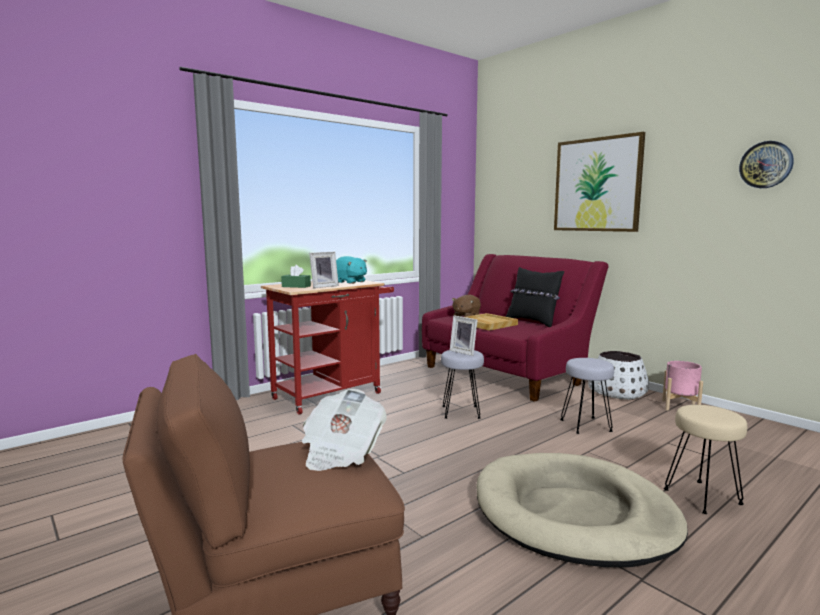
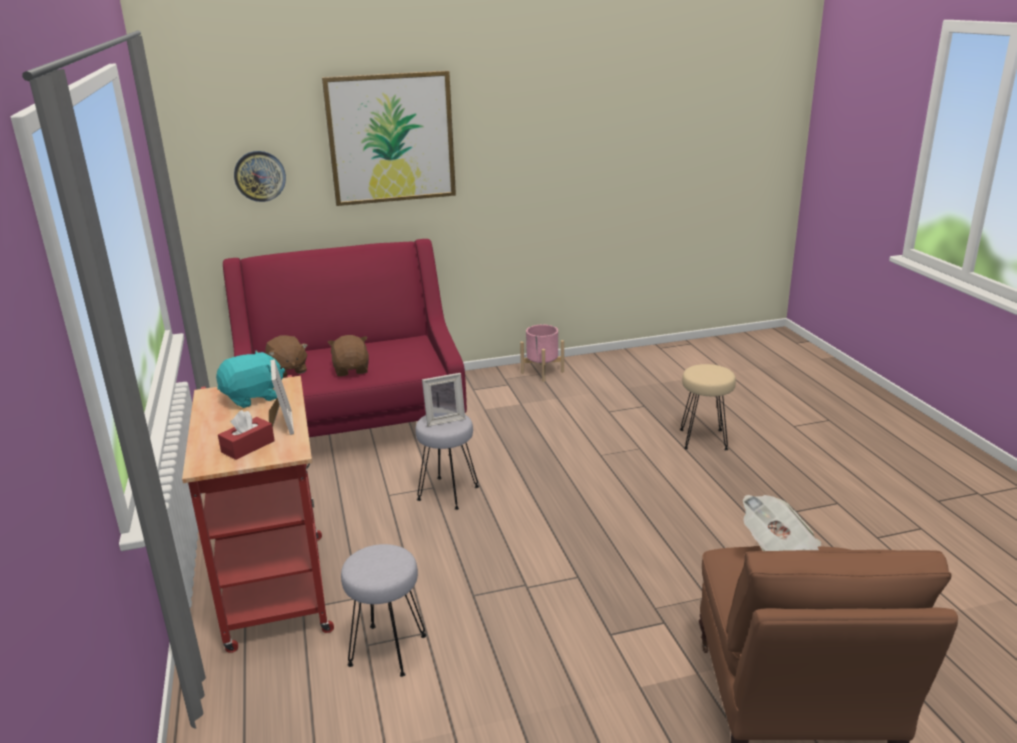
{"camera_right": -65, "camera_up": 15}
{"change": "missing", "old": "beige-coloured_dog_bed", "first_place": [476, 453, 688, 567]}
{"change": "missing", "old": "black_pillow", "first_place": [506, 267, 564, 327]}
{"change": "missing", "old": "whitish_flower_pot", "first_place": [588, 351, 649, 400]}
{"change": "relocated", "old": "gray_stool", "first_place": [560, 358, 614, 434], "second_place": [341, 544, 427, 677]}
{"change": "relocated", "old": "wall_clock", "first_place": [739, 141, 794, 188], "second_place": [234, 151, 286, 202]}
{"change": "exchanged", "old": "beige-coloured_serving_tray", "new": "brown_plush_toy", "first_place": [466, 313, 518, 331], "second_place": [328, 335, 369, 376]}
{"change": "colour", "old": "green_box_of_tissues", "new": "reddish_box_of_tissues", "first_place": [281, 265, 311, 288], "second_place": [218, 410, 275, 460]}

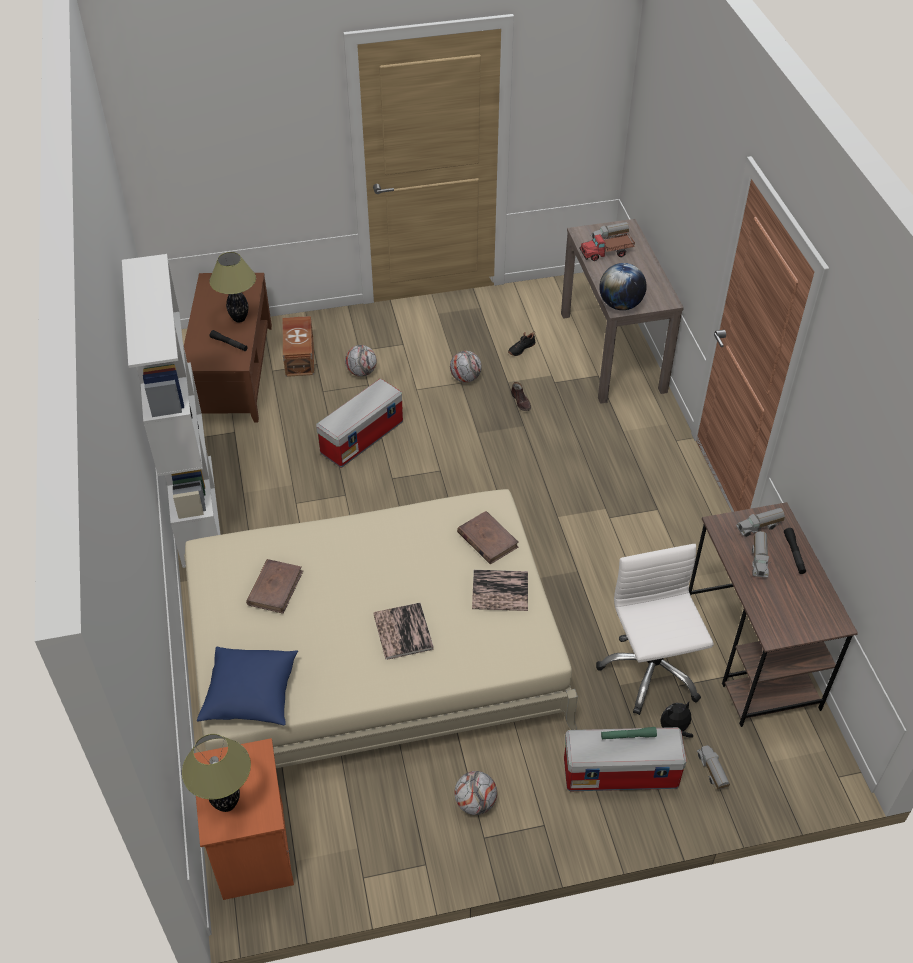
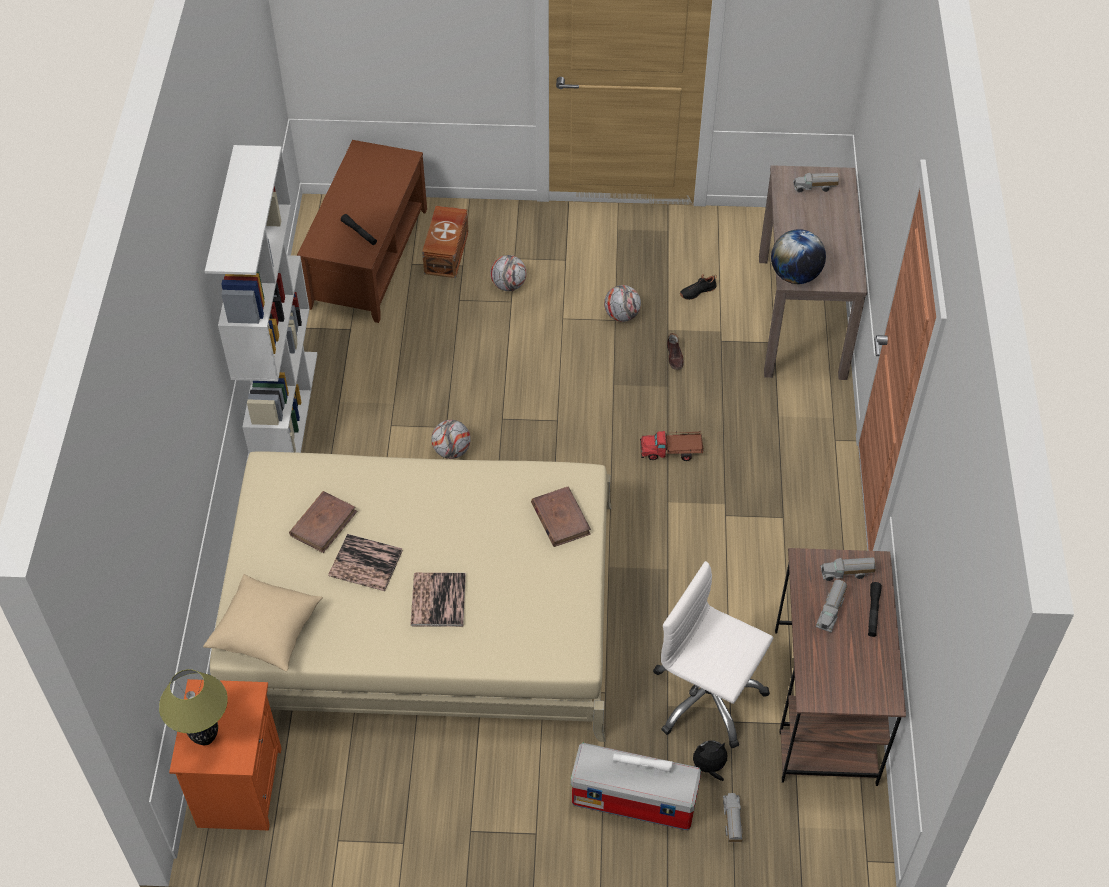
{"camera_right": 15, "camera_up": 5}
{"change": "missing", "old": "lamp_for_a_table", "first_place": [209, 252, 256, 323]}
{"change": "missing", "old": "storage_box", "first_place": [316, 379, 403, 468]}
{"change": "relocated", "old": "football_ball", "first_place": [454, 771, 497, 815], "second_place": [431, 420, 471, 459]}
{"change": "relocated", "old": "book", "first_place": [472, 570, 528, 611], "second_place": [328, 534, 402, 591]}
{"change": "relocated", "old": "model_truck", "first_place": [579, 232, 635, 261], "second_place": [640, 431, 704, 461]}
{"change": "colour", "old": "blue_pillow", "new": "beige-coloured_pillow", "first_place": [197, 646, 298, 725], "second_place": [203, 574, 323, 672]}
{"change": "colour", "old": "green_hand_torch", "new": "whitish_hand_torch", "first_place": [601, 727, 657, 740], "second_place": [613, 753, 672, 772]}
{"change": "spun", "old": "whitish_computer_chair", "first_place": [596, 544, 714, 715], "second_place": [653, 561, 773, 748], "degrees": -60}

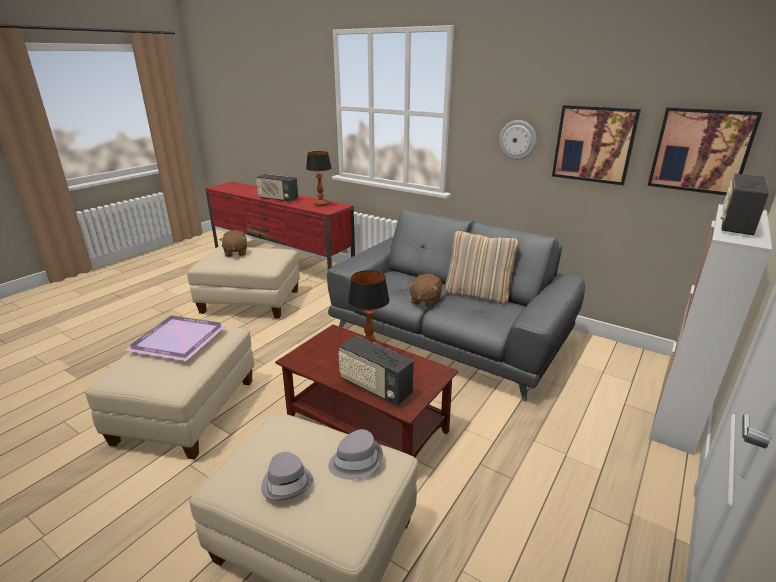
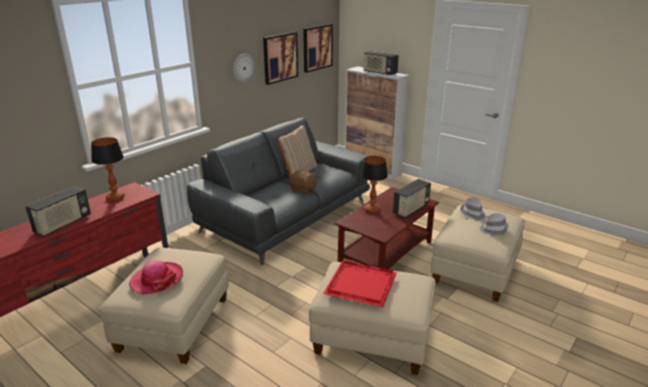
{"camera_right": -85, "camera_up": 0}
{"change": "exchanged", "old": "brown_plush_toy", "new": "clothing_hat", "first_place": [220, 230, 247, 257], "second_place": [129, 260, 183, 294]}
{"change": "colour", "old": "purple-coloured_serving_tray", "new": "reddish_serving_tray", "first_place": [125, 315, 227, 361], "second_place": [323, 260, 397, 307]}

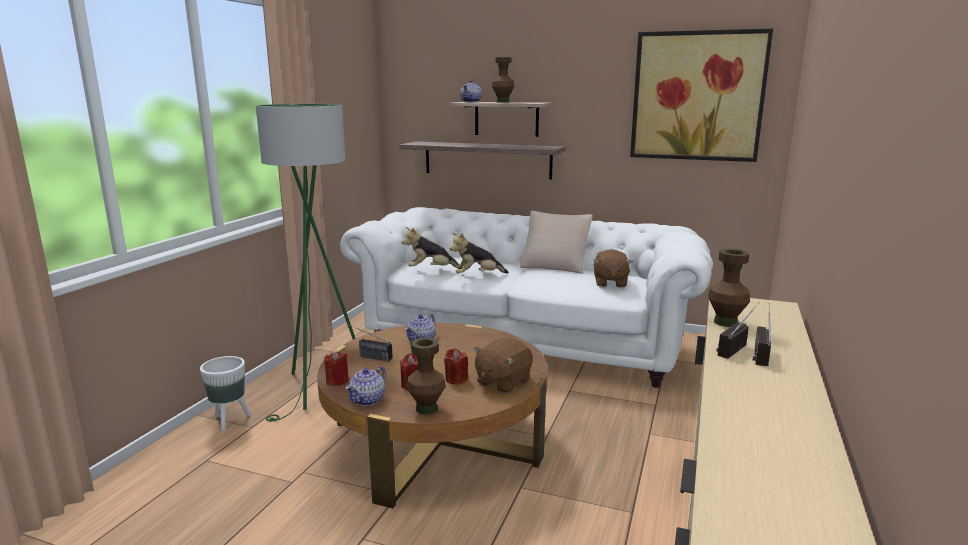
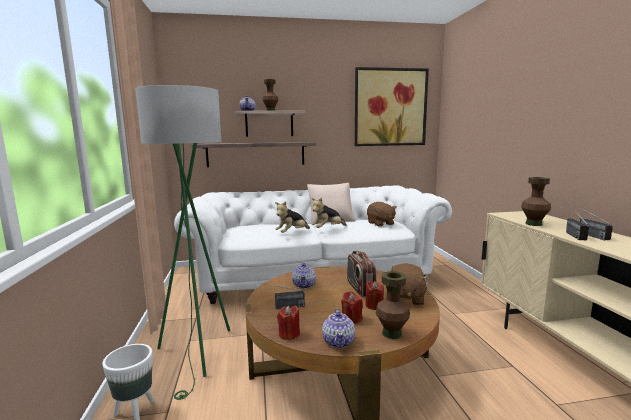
{"camera_right": -30, "camera_up": -5}
{"change": "appeared", "new": "radio", "second_place": [347, 251, 376, 297]}
{"change": "relocated", "old": "plush_toy", "first_place": [402, 227, 463, 269], "second_place": [312, 198, 346, 228]}

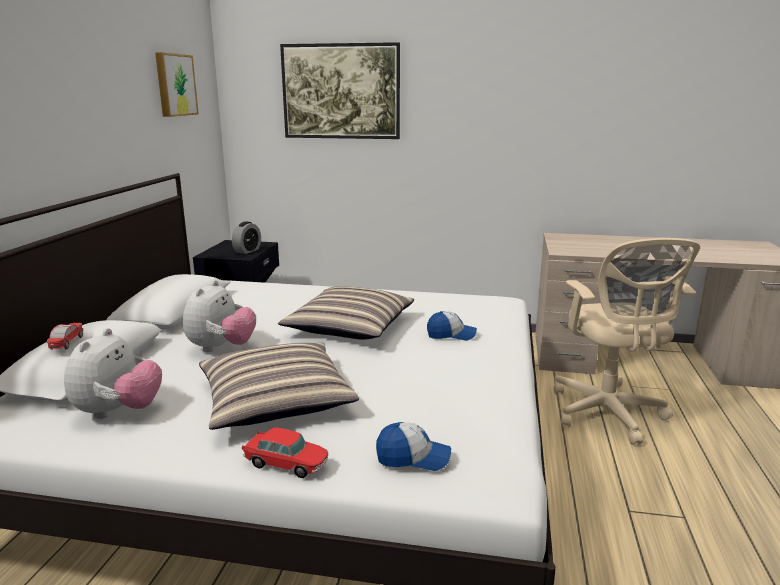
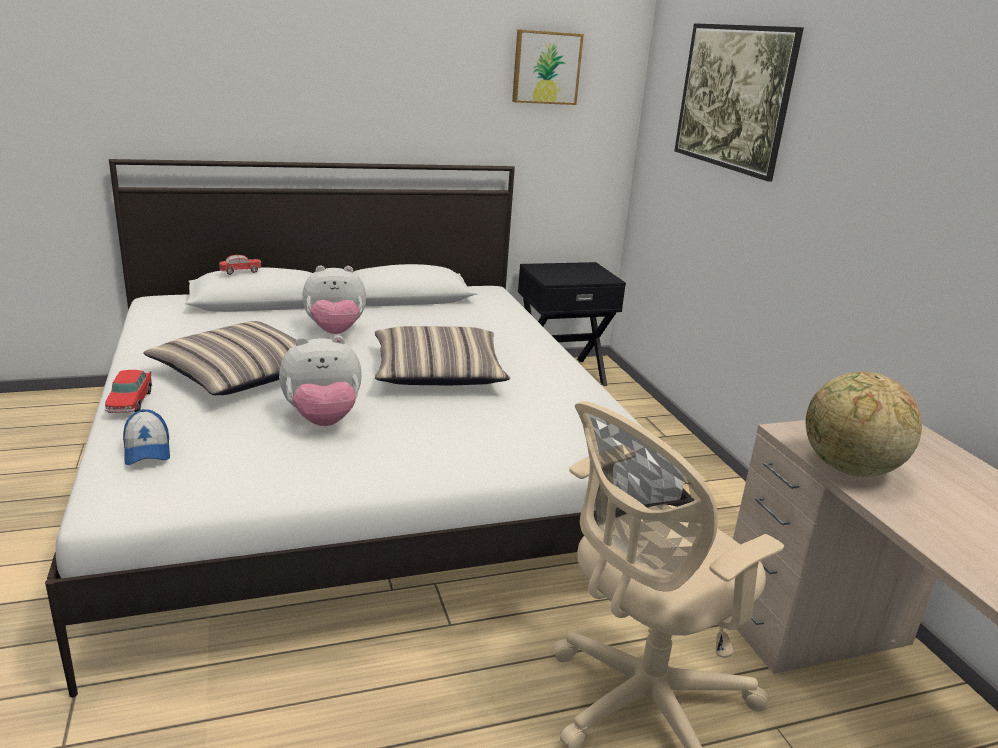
{"camera_right": 60, "camera_up": 5}
{"change": "missing", "old": "bedside_clock", "first_place": [232, 221, 261, 254]}
{"change": "missing", "old": "baseball_cap", "first_place": [427, 311, 477, 341]}
{"change": "appeared", "new": "world_globe", "second_place": [806, 372, 922, 477]}
{"change": "relocated", "old": "plush_toy", "first_place": [64, 328, 162, 419], "second_place": [279, 336, 362, 426]}

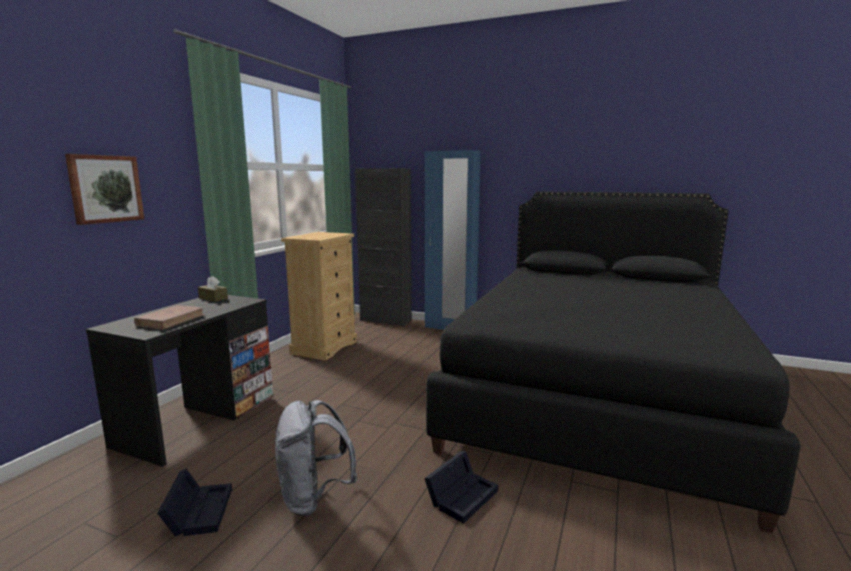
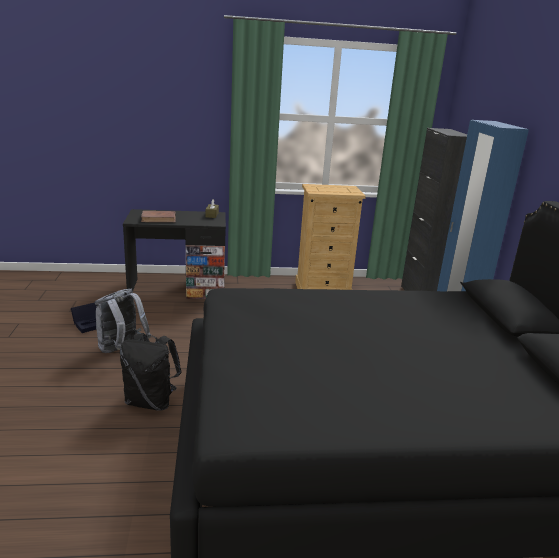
{"camera_right": 60, "camera_up": 10}
{"change": "missing", "old": "picture", "first_place": [65, 154, 144, 225]}
{"change": "exchanged", "old": "black_storage_box", "new": "black_knapsack", "first_place": [424, 451, 498, 524], "second_place": [120, 333, 182, 410]}

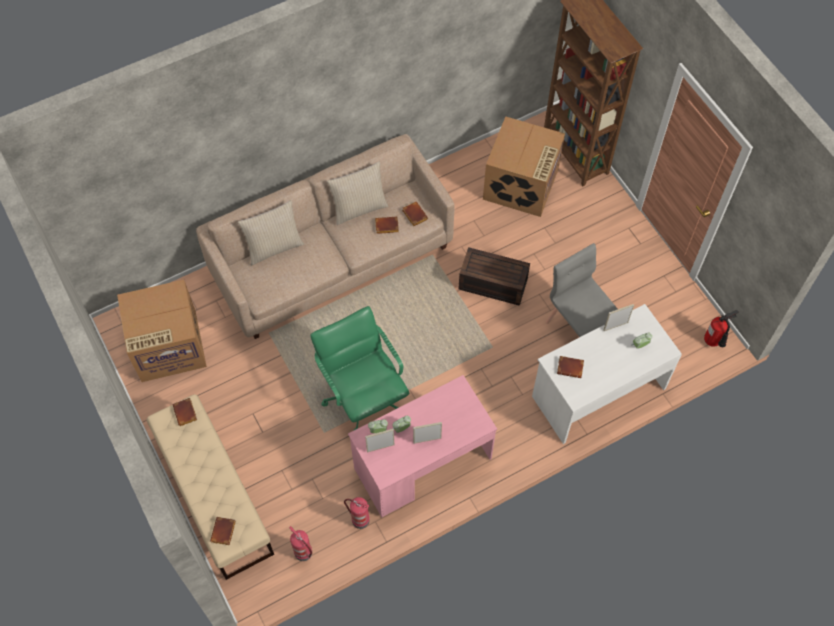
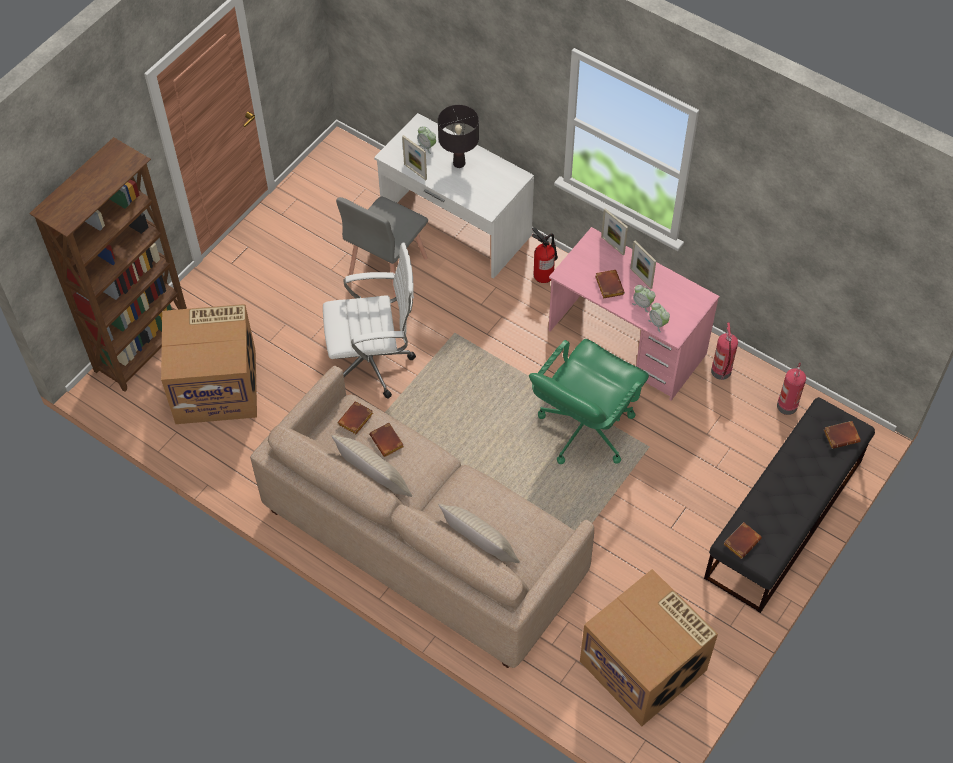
{"camera_right": -115, "camera_up": -5}
{"change": "appeared", "new": "black_lamp_for_a_table", "second_place": [438, 105, 479, 168]}
{"change": "relocated", "old": "picture_frame", "first_place": [365, 429, 394, 453], "second_place": [601, 208, 628, 255]}
{"change": "relocated", "old": "brown_book", "first_place": [557, 356, 584, 378], "second_place": [595, 270, 625, 299]}
{"change": "relocated", "old": "fire-fighting_cylinder", "first_place": [704, 310, 739, 347], "second_place": [532, 227, 558, 283]}
{"change": "exchanged", "old": "brown_storage_box", "new": "whitish_computer_chair", "first_place": [459, 247, 530, 306], "second_place": [323, 242, 416, 399]}
{"change": "colour", "old": "beige-coloured_indoor_bench", "new": "black_indoor_bench", "first_place": [147, 394, 274, 580], "second_place": [704, 397, 875, 613]}

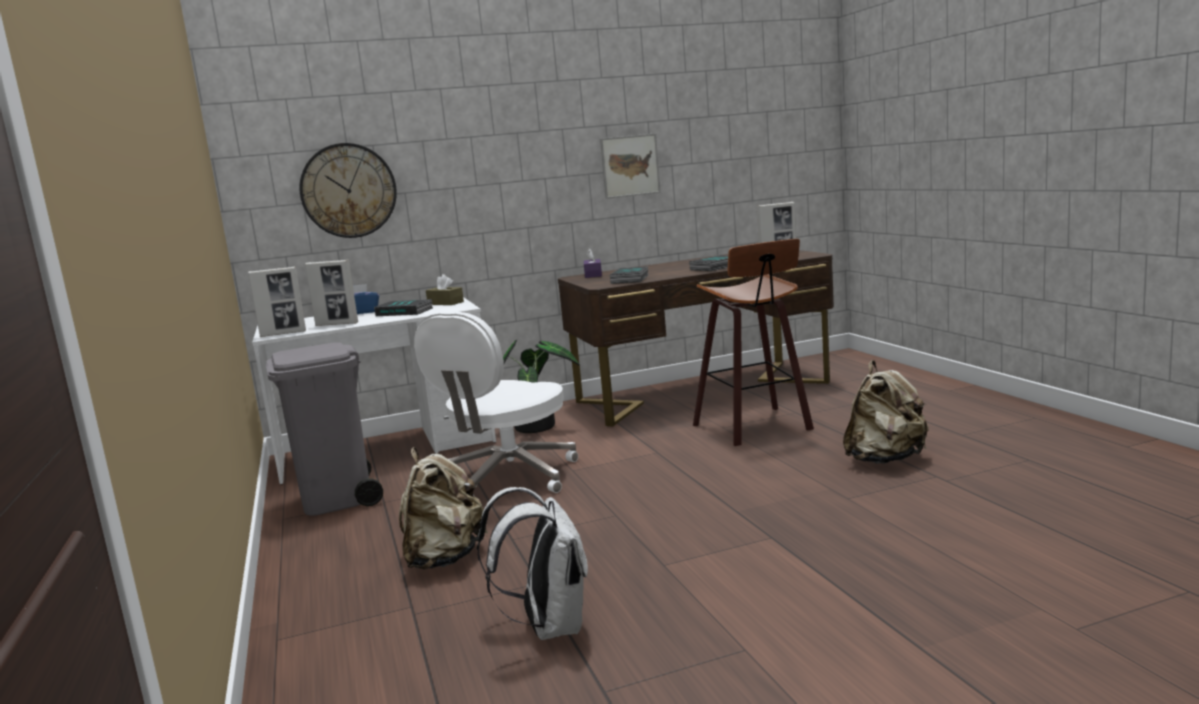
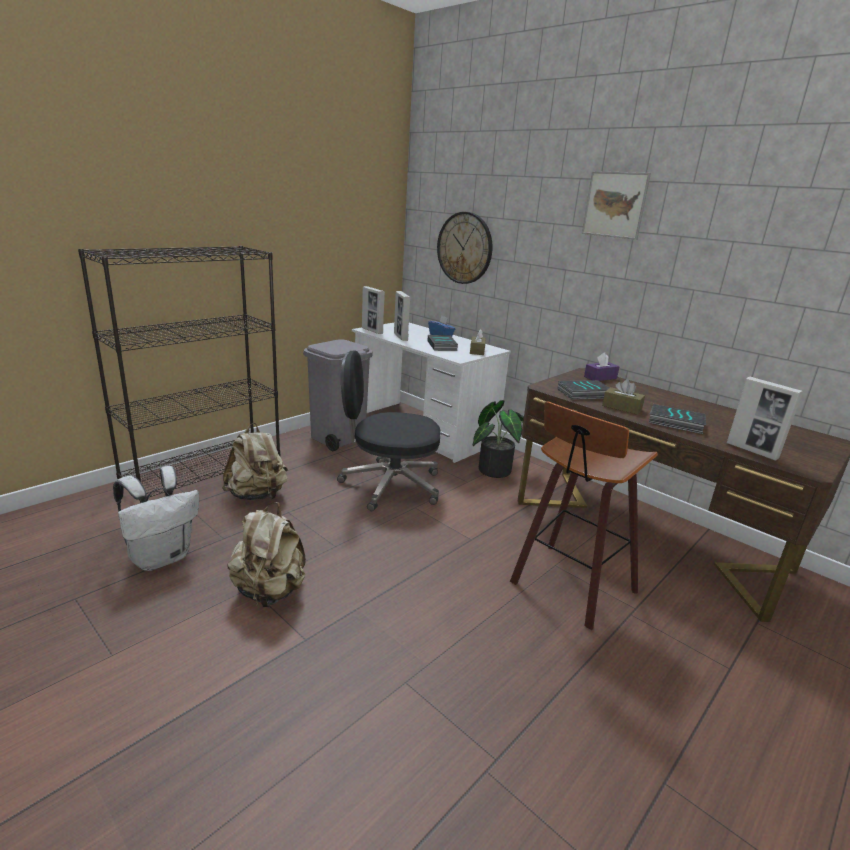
{"camera_right": 60, "camera_up": 10}
{"change": "appeared", "new": "black_bookshelf", "second_place": [78, 246, 280, 503]}
{"change": "appeared", "new": "brown_box_of_tissues", "second_place": [602, 379, 645, 414]}
{"change": "relocated", "old": "picture", "first_place": [600, 133, 661, 199], "second_place": [582, 171, 651, 240]}
{"change": "relocated", "old": "beige-coloured_knapsack", "first_place": [843, 360, 929, 464], "second_place": [227, 502, 306, 607]}
{"change": "colour", "old": "whitish_computer_chair", "new": "black_computer_chair", "first_place": [414, 312, 578, 496], "second_place": [337, 351, 440, 511]}

